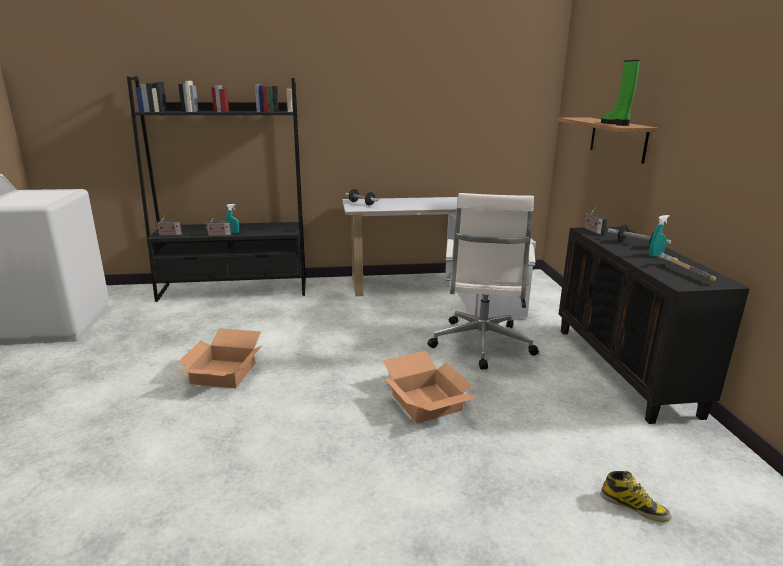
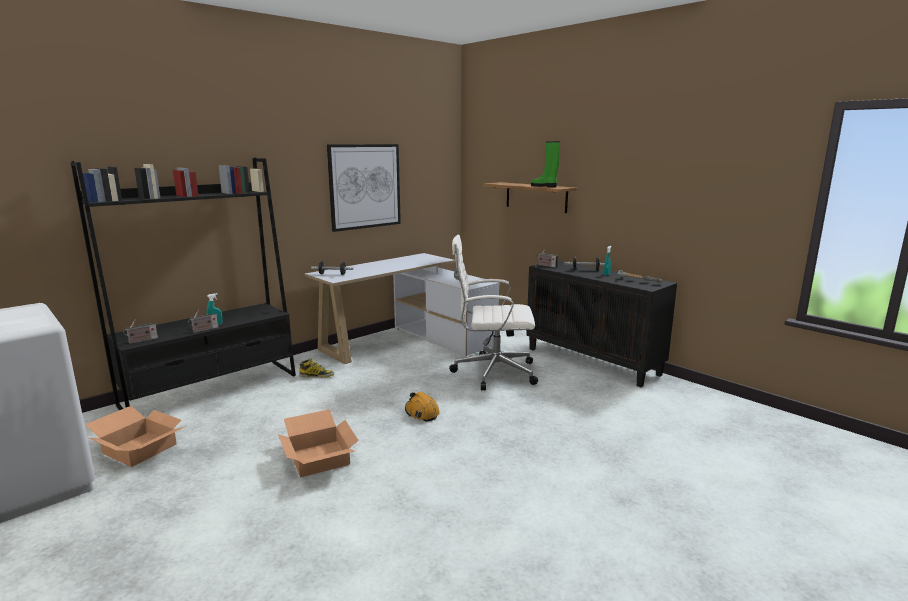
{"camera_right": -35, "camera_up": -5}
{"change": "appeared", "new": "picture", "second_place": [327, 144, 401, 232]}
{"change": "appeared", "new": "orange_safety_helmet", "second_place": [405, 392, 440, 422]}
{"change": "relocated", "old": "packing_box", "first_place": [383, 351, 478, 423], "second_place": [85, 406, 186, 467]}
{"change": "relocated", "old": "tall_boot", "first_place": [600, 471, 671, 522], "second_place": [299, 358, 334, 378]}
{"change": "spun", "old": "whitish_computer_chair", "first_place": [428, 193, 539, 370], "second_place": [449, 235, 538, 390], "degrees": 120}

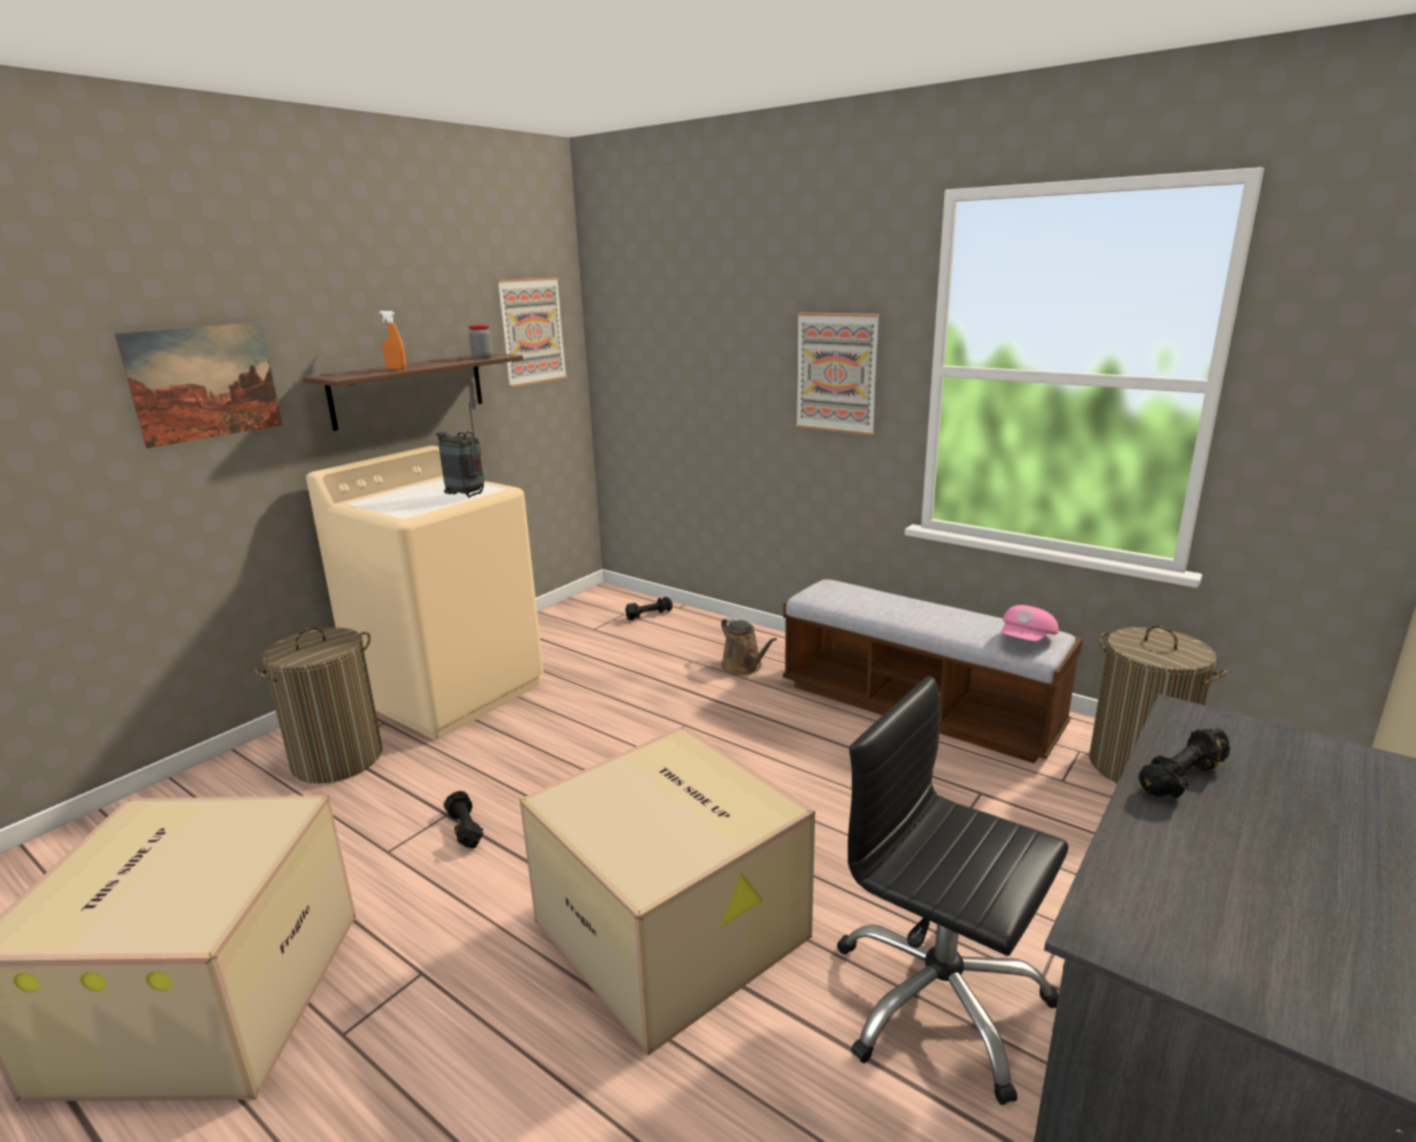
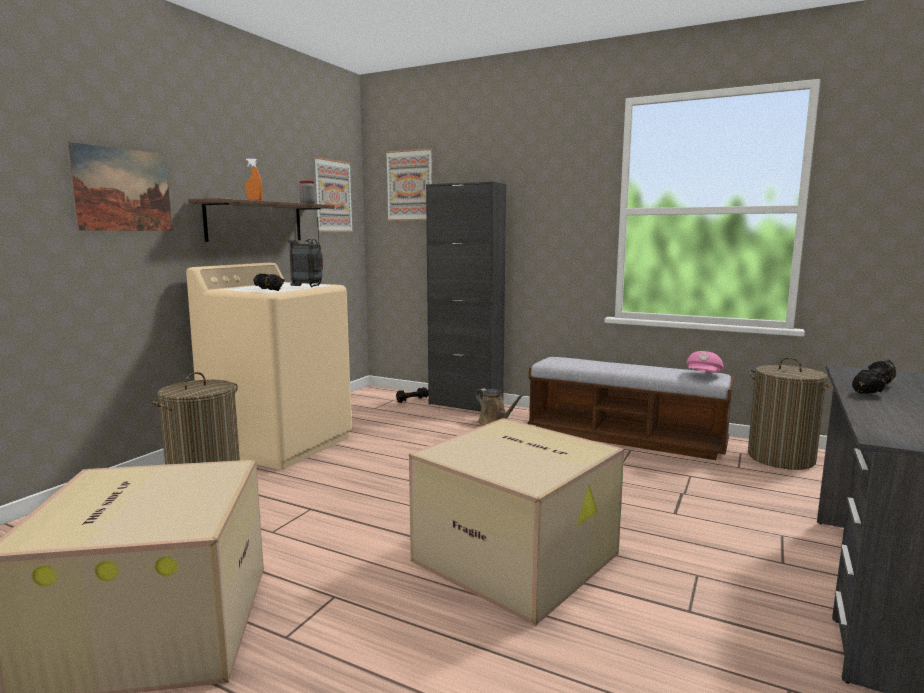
{"camera_right": -10, "camera_up": -10}
{"change": "missing", "old": "black_computer_chair", "first_place": [837, 676, 1069, 1105]}
{"change": "appeared", "new": "black_cupboard", "second_place": [426, 181, 506, 412]}
{"change": "relocated", "old": "black_hand_weight", "first_place": [443, 791, 483, 848], "second_place": [253, 273, 285, 291]}
{"change": "relocated", "old": "picture", "first_place": [796, 313, 880, 435], "second_place": [386, 148, 432, 221]}

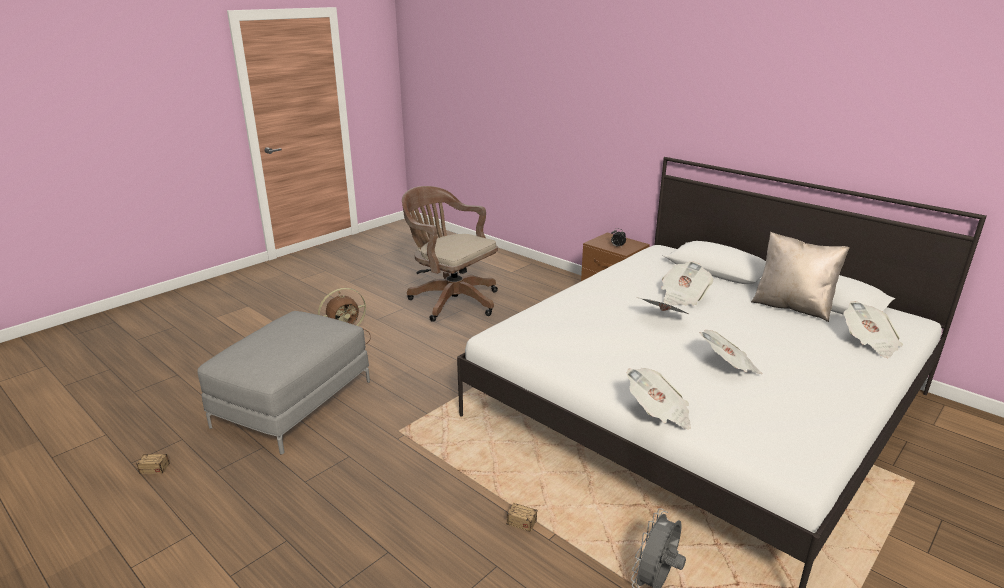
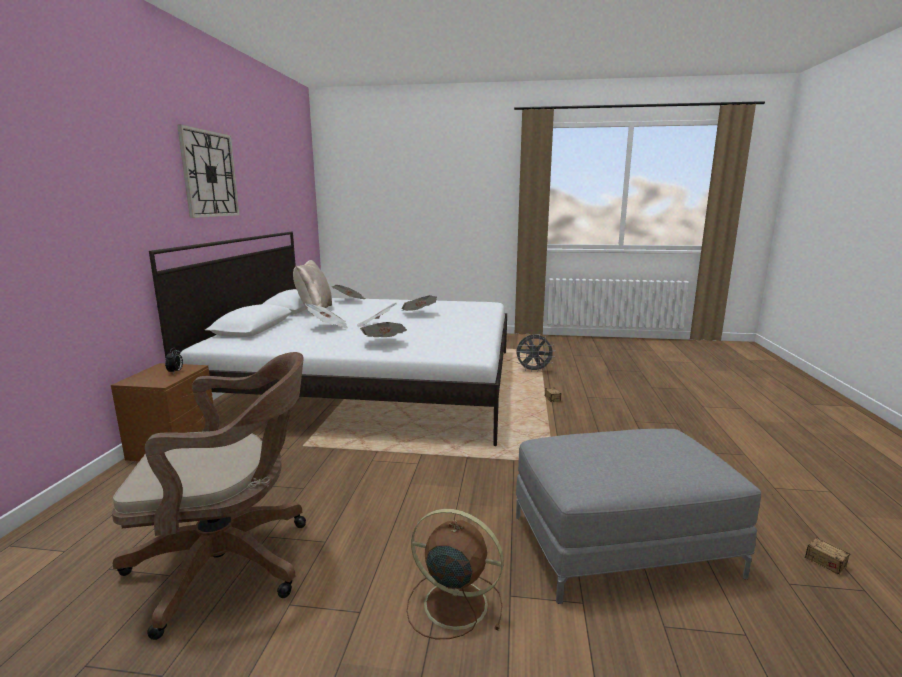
{"camera_right": -125, "camera_up": -10}
{"change": "appeared", "new": "wall_clock", "second_place": [177, 124, 240, 218]}
{"change": "relocated", "old": "daily_paper", "first_place": [627, 368, 691, 429], "second_place": [360, 322, 407, 337]}
{"change": "spun", "old": "brown_computer_chair", "first_place": [402, 186, 498, 322], "second_place": [112, 352, 306, 640], "degrees": -105}

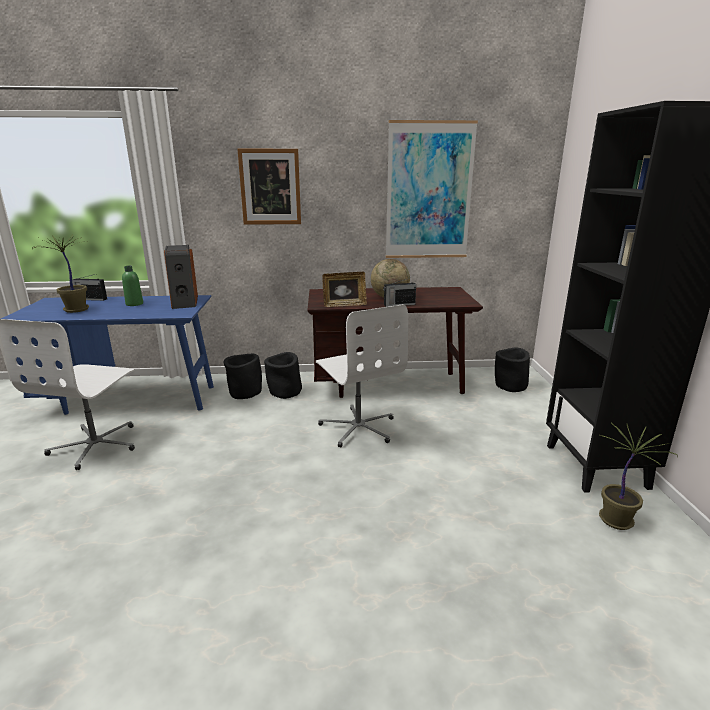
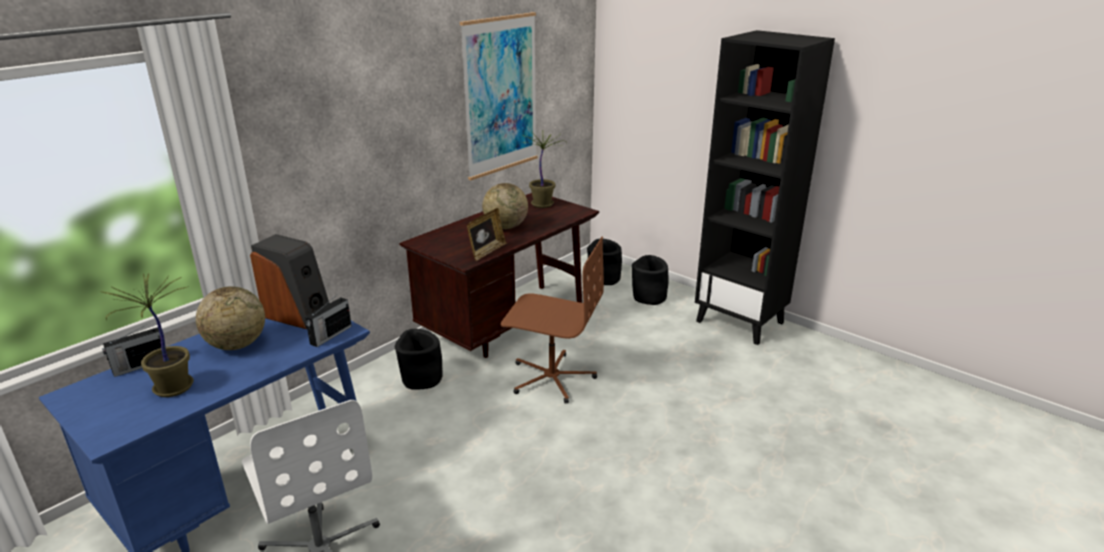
{"camera_right": -45, "camera_up": 5}
{"change": "missing", "old": "picture", "first_place": [237, 149, 301, 225]}
{"change": "relocated", "old": "black_flower_pot", "first_place": [223, 354, 262, 399], "second_place": [632, 255, 669, 305]}
{"change": "relocated", "old": "radio", "first_place": [383, 278, 416, 307], "second_place": [305, 293, 352, 347]}
{"change": "relocated", "old": "houseplant", "first_place": [598, 423, 678, 530], "second_place": [520, 132, 567, 208]}
{"change": "exchanged", "old": "green_bottle", "new": "world_globe", "first_place": [122, 266, 143, 306], "second_place": [196, 286, 265, 350]}
{"change": "colour", "old": "whitish_computer_chair", "new": "brown_computer_chair", "first_place": [316, 304, 408, 447], "second_place": [501, 237, 604, 404]}

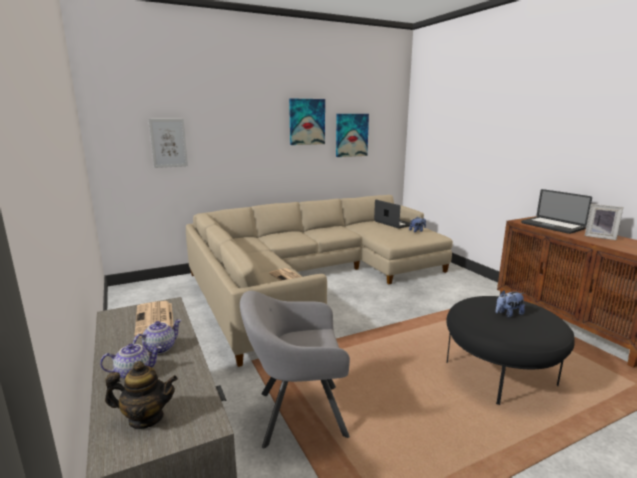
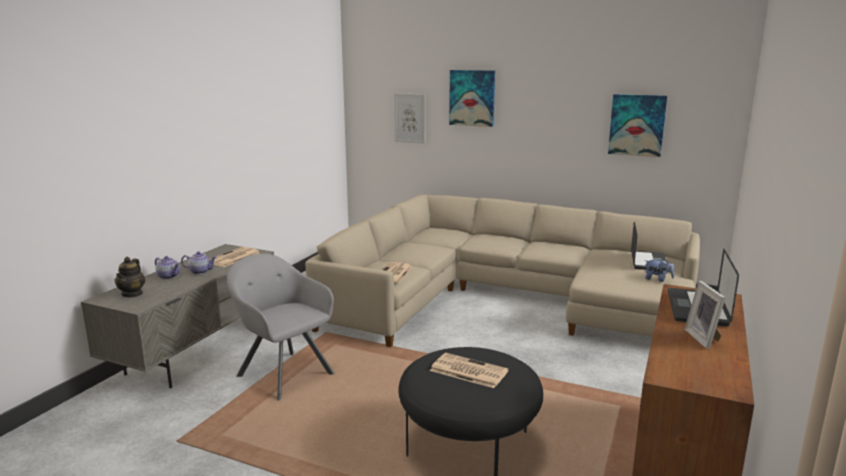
{"camera_right": 50, "camera_up": 0}
{"change": "relocated", "old": "picture", "first_place": [289, 98, 325, 145], "second_place": [449, 70, 495, 127]}
{"change": "exchanged", "old": "plush_toy", "new": "daily_paper", "first_place": [495, 290, 525, 318], "second_place": [430, 353, 509, 388]}
{"change": "spun", "old": "teapot", "first_place": [105, 361, 178, 429], "second_place": [115, 257, 145, 297], "degrees": 45}

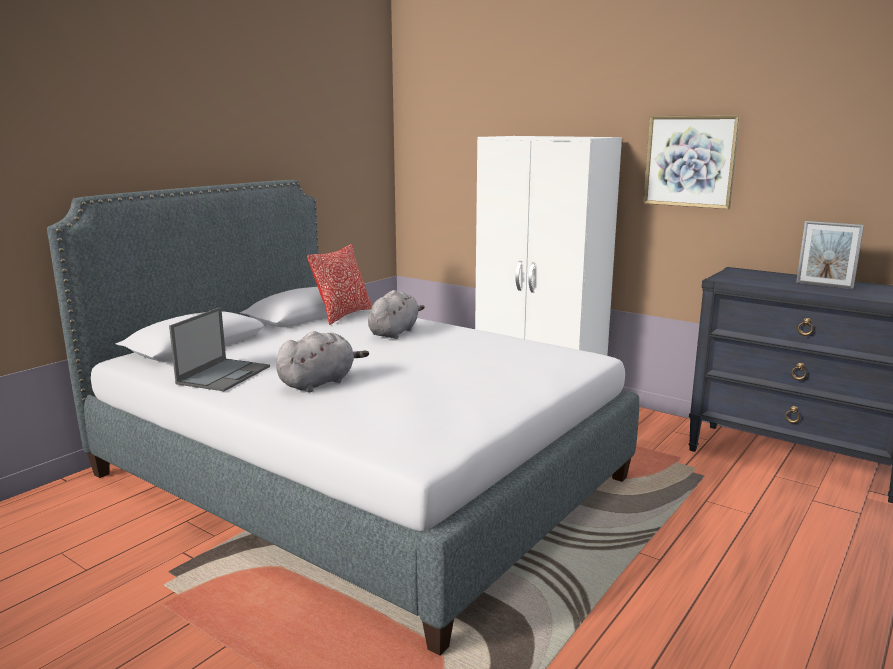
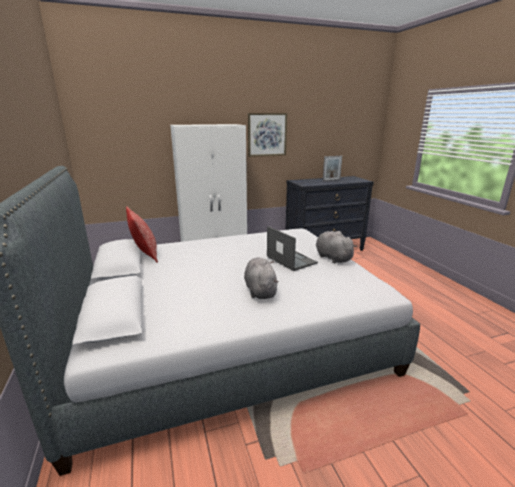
{"camera_right": -55, "camera_up": 5}
{"change": "relocated", "old": "laptop", "first_place": [169, 307, 270, 391], "second_place": [267, 226, 318, 271]}
{"change": "relocated", "old": "gray_plush_toy", "first_place": [368, 290, 425, 339], "second_place": [316, 231, 357, 264]}

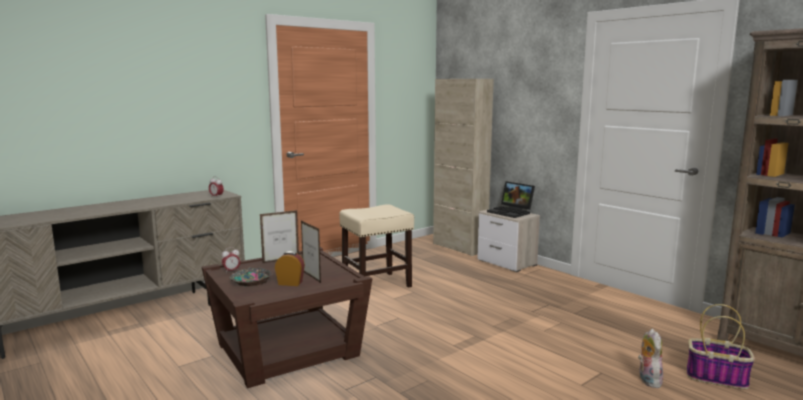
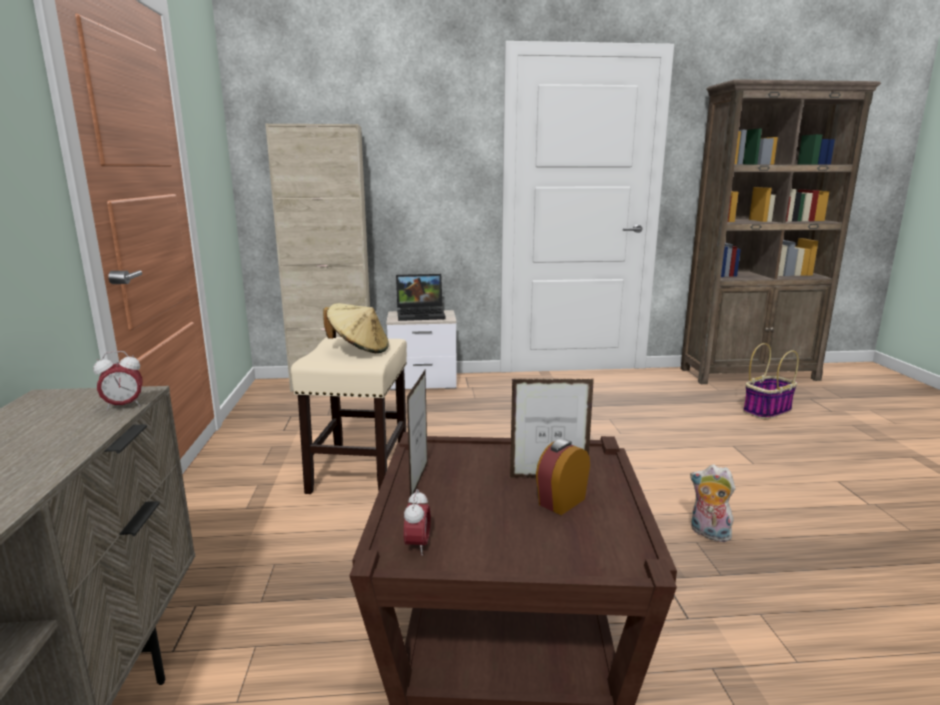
{"camera_right": -55, "camera_up": 5}
{"change": "missing", "old": "serving_bowl", "first_place": [229, 267, 273, 287]}
{"change": "appeared", "new": "beige-coloured_clothing_hat", "second_place": [323, 303, 389, 353]}
{"change": "relocated", "old": "plush_toy", "first_place": [638, 329, 663, 388], "second_place": [690, 465, 735, 542]}

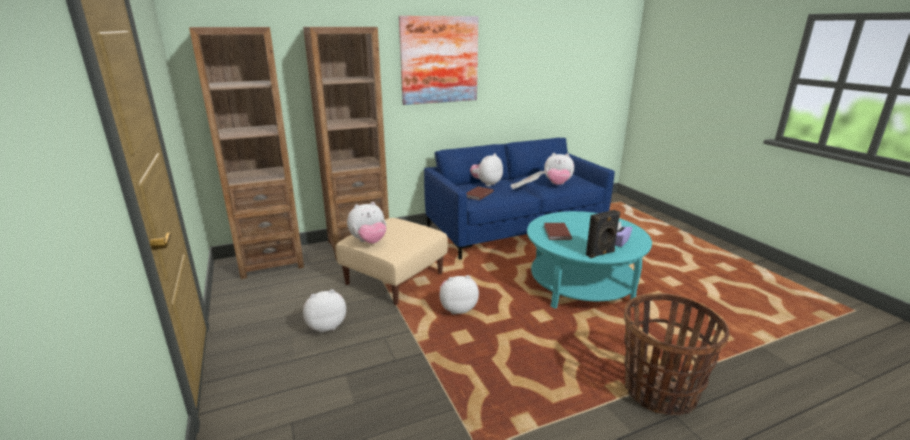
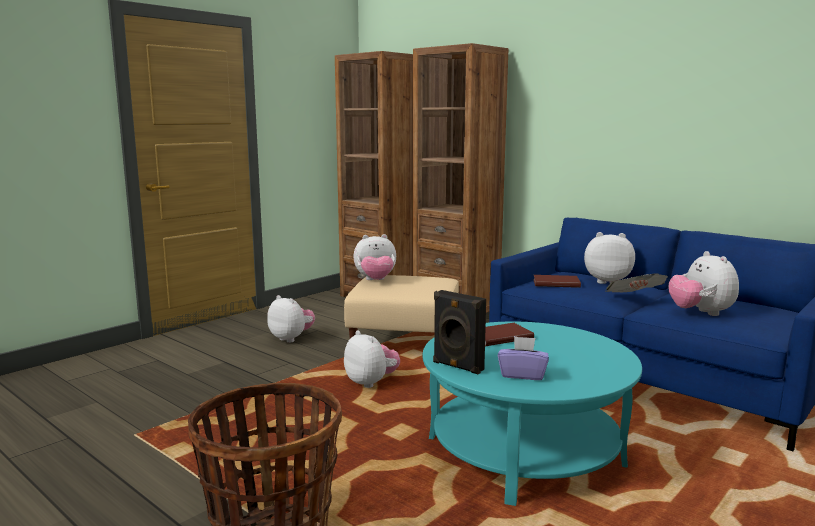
{"camera_right": 65, "camera_up": -10}
{"change": "missing", "old": "picture", "first_place": [399, 16, 478, 105]}
{"change": "spun", "old": "plush_toy", "first_place": [347, 202, 386, 244], "second_place": [353, 234, 396, 280], "degrees": -45}

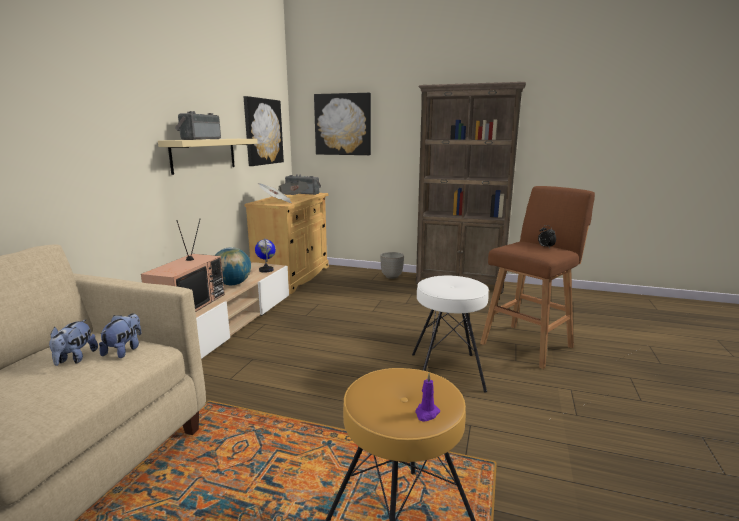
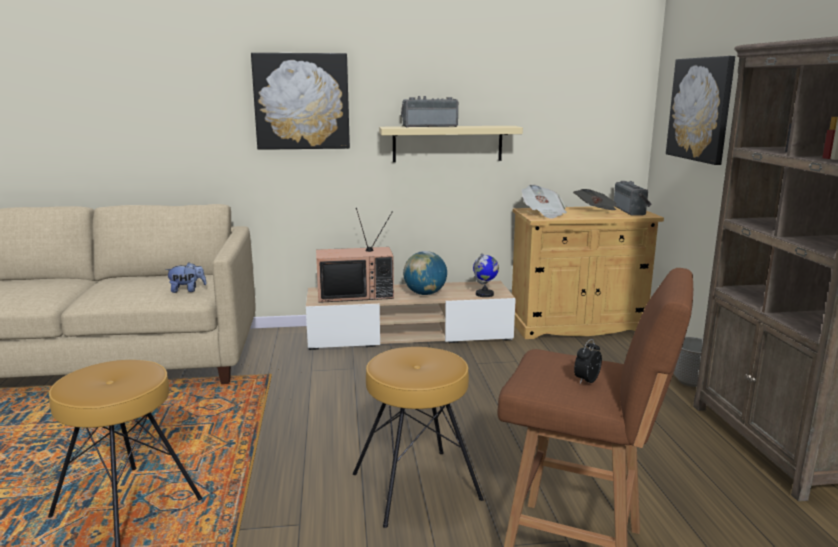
{"camera_right": 65, "camera_up": 0}
{"change": "missing", "old": "plush_toy", "first_place": [49, 319, 98, 366]}
{"change": "missing", "old": "purple-coloured_wax_candle", "first_place": [415, 373, 440, 422]}
{"change": "relocated", "old": "picture", "first_place": [244, 96, 284, 166], "second_place": [251, 53, 350, 150]}
{"change": "colour", "old": "whitish_stool", "new": "brown_stool", "first_place": [412, 275, 489, 393], "second_place": [353, 347, 484, 528]}

